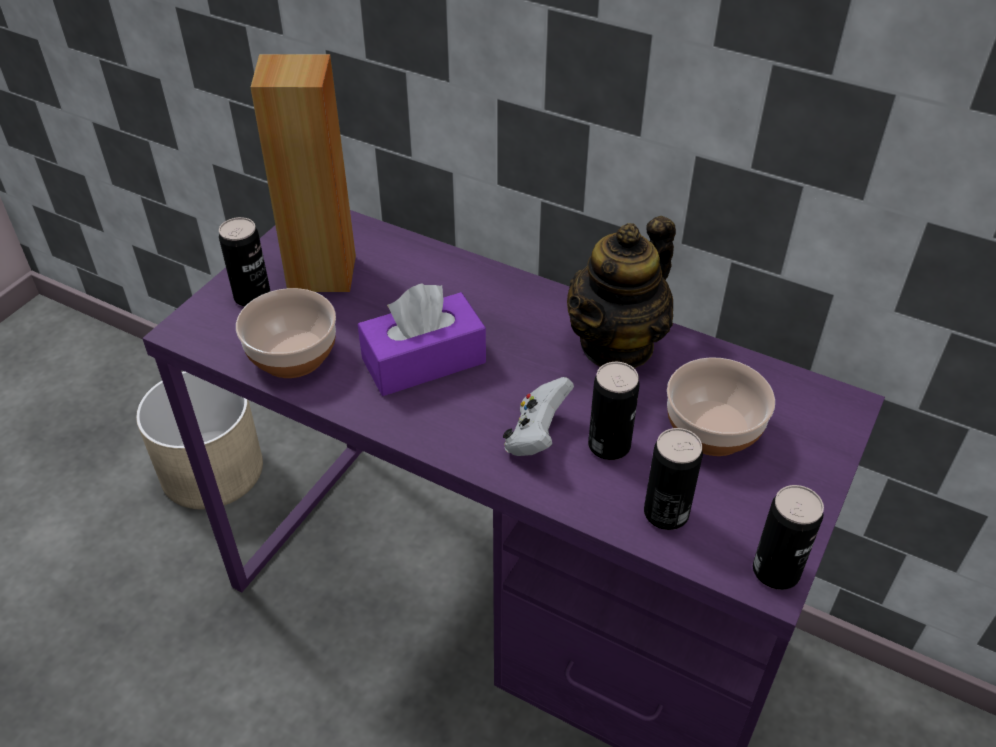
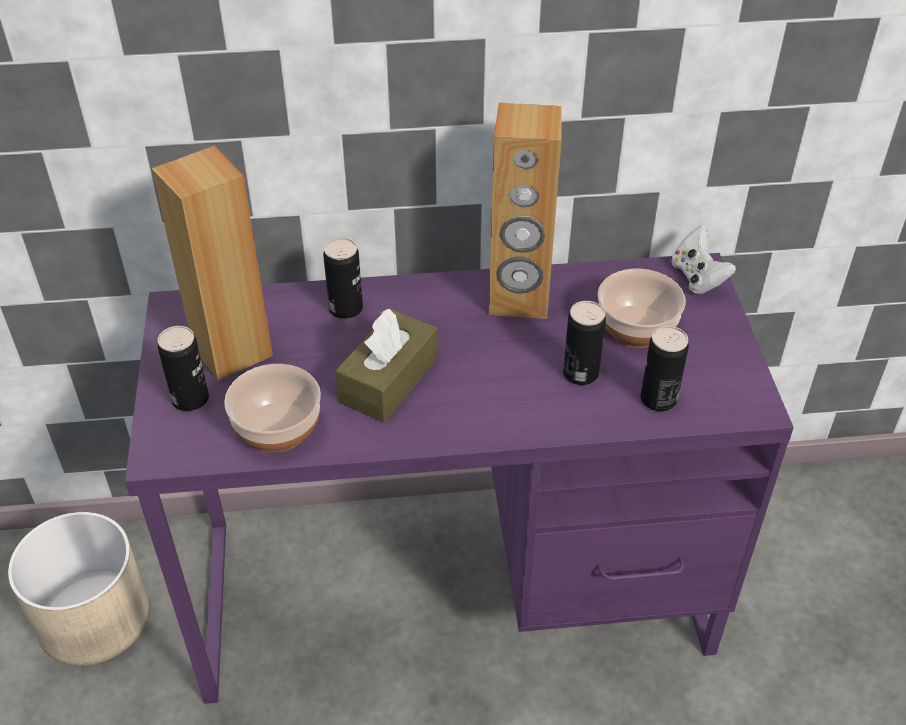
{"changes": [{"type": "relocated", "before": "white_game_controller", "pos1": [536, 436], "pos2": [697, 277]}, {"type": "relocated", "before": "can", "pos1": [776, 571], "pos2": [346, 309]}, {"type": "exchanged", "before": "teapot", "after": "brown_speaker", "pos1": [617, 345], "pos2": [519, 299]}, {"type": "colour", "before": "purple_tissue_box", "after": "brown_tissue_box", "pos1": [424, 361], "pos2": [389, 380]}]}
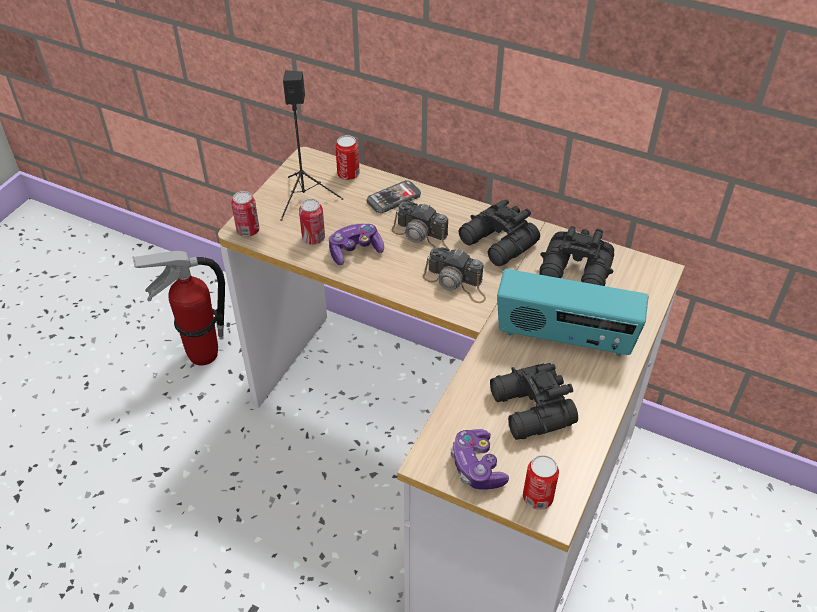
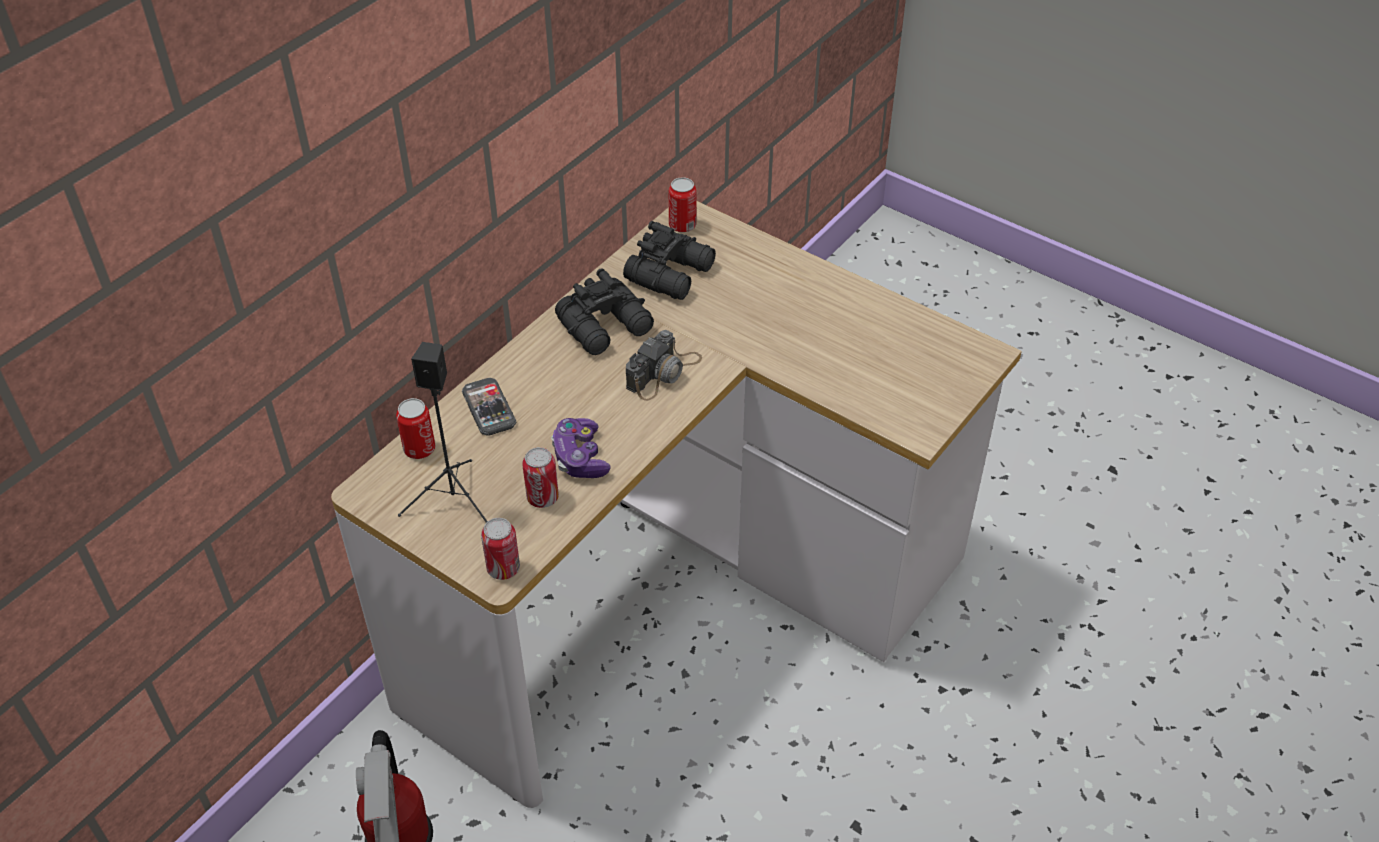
{"changes": [{"type": "missing", "before": "photo_camera", "pos1": [423, 236]}, {"type": "missing", "before": "game_controller", "pos1": [477, 466]}, {"type": "missing", "before": "black_binoculars", "pos1": [530, 410]}, {"type": "missing", "before": "radio", "pos1": [564, 337]}, {"type": "relocated", "before": "can", "pos1": [537, 497], "pos2": [682, 225]}]}
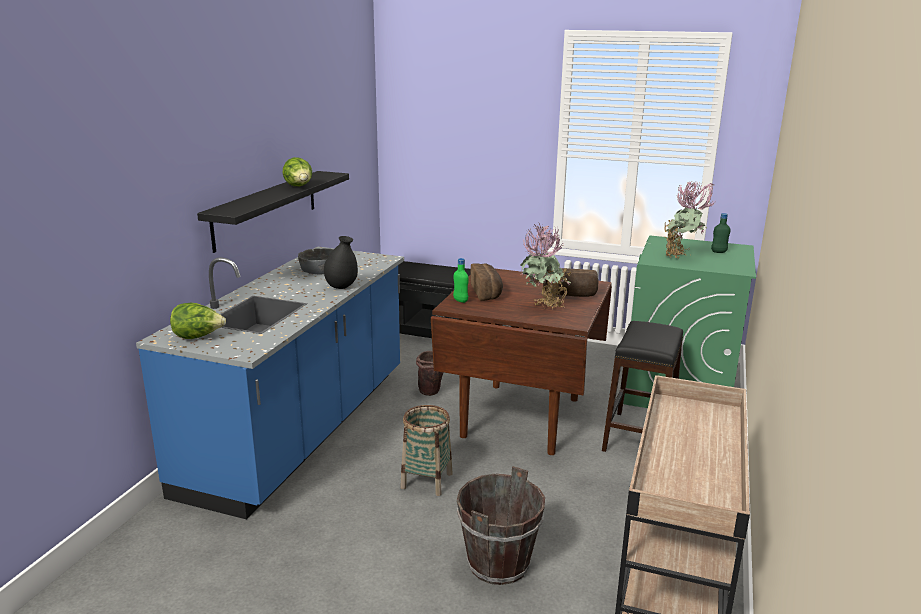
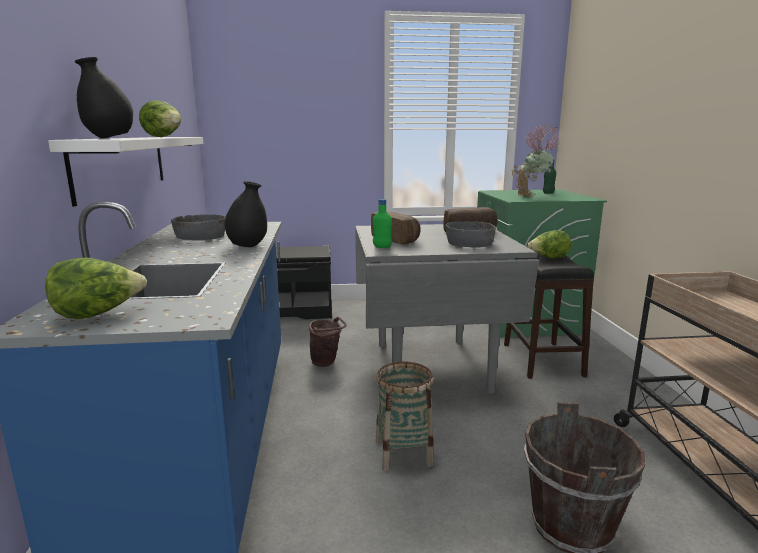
{"changes": [{"type": "appeared", "after": "black_vase", "pos2": [109, 138]}, {"type": "appeared", "after": "lettuce", "pos2": [548, 258]}, {"type": "exchanged", "before": "potted_plant", "after": "grey_bowl", "pos1": [544, 308], "pos2": [468, 243]}, {"type": "colour", "before": "black_shelf", "after": "white_shelf", "pos1": [266, 209], "pos2": [123, 164]}, {"type": "colour", "before": "brown_dining_table", "after": "grey_dining_table", "pos1": [520, 417], "pos2": [429, 366]}]}
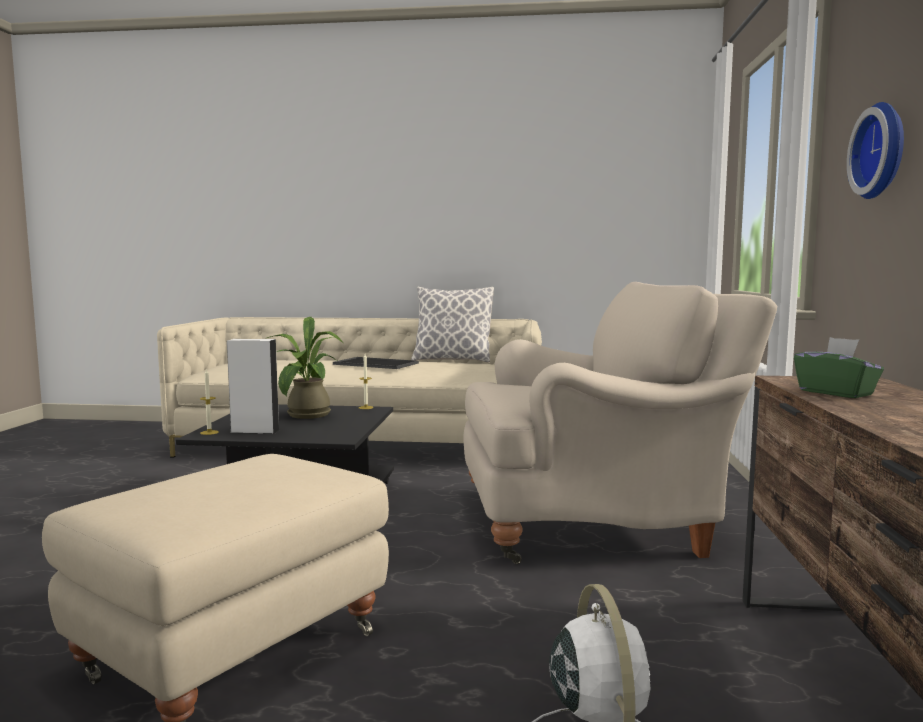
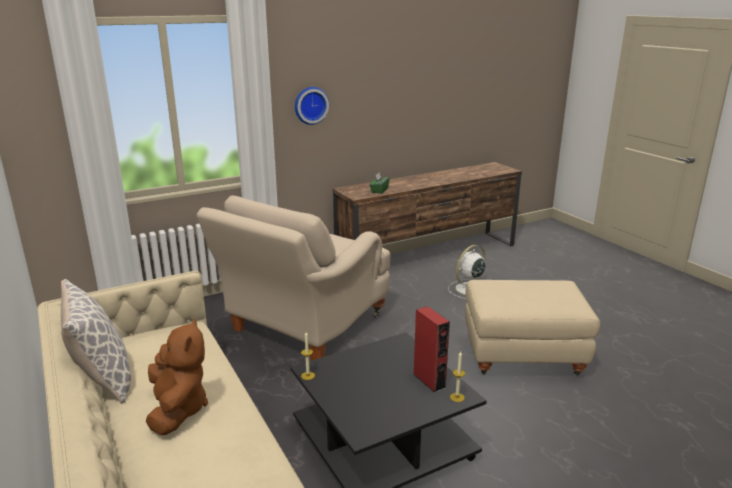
{"changes": [{"type": "missing", "before": "potted_plant", "pos1": [306, 416]}, {"type": "exchanged", "before": "tray", "after": "brown_plush_toy", "pos1": [374, 364], "pos2": [178, 410]}, {"type": "colour", "before": "white_speaker", "after": "red_speaker", "pos1": [255, 431], "pos2": [429, 381]}, {"type": "spun", "before": "beige_armchair", "pos1": [595, 523], "pos2": [303, 326], "turn": -105}]}
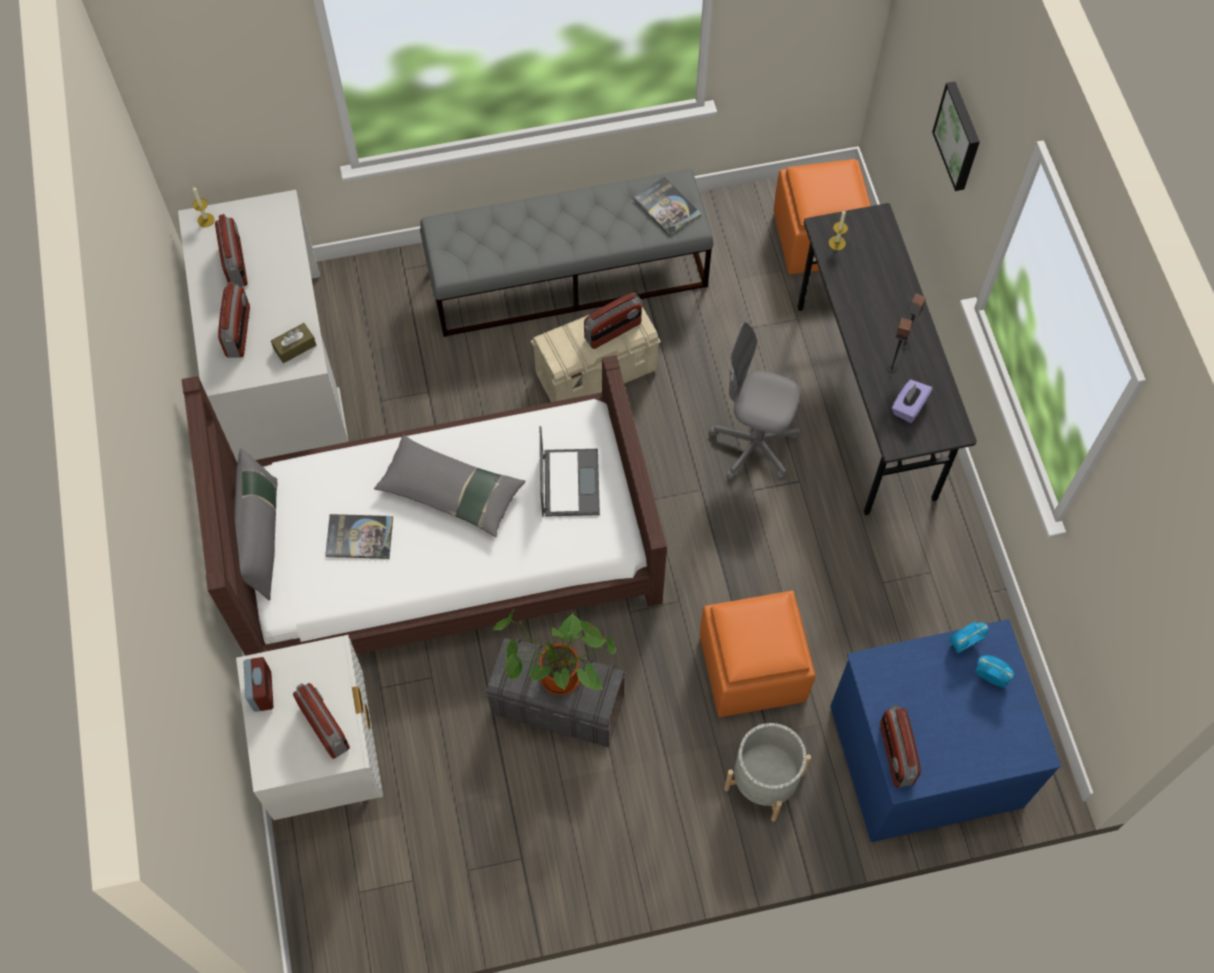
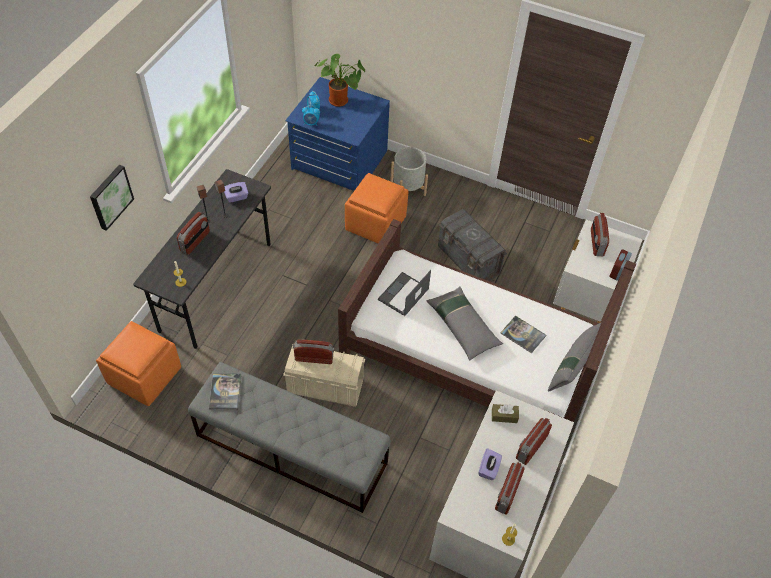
{"changes": [{"type": "missing", "before": "grey_office_chair", "pos1": [754, 446]}, {"type": "appeared", "after": "purple_tissue_box", "pos2": [488, 469]}, {"type": "relocated", "before": "potted_plant", "pos1": [555, 679], "pos2": [341, 101]}, {"type": "relocated", "before": "radio", "pos1": [895, 754], "pos2": [195, 241]}]}
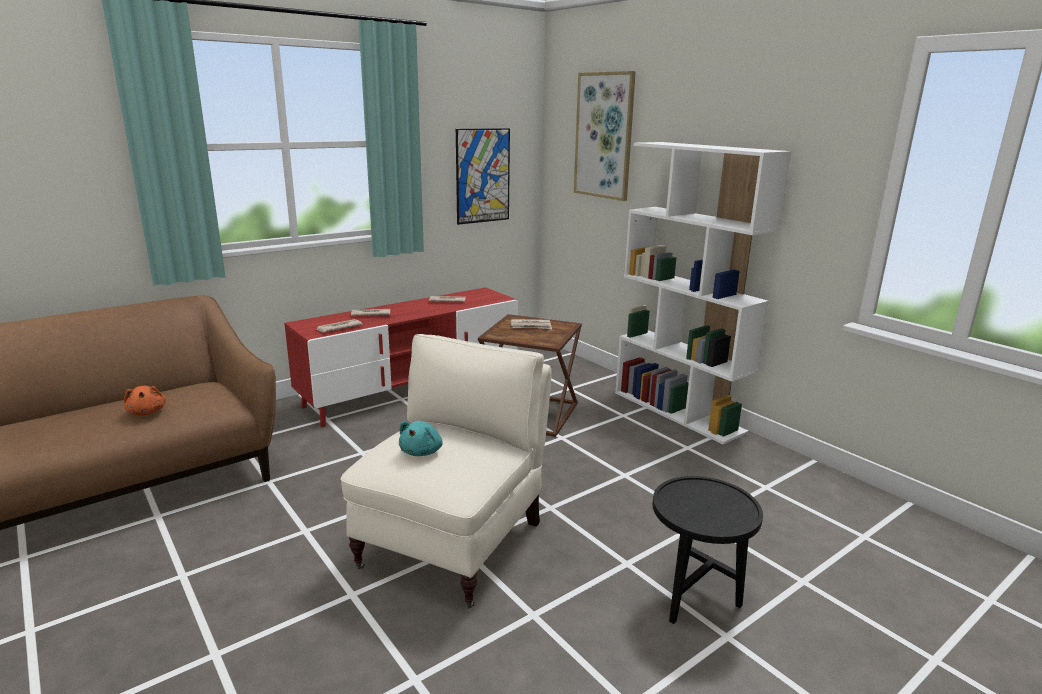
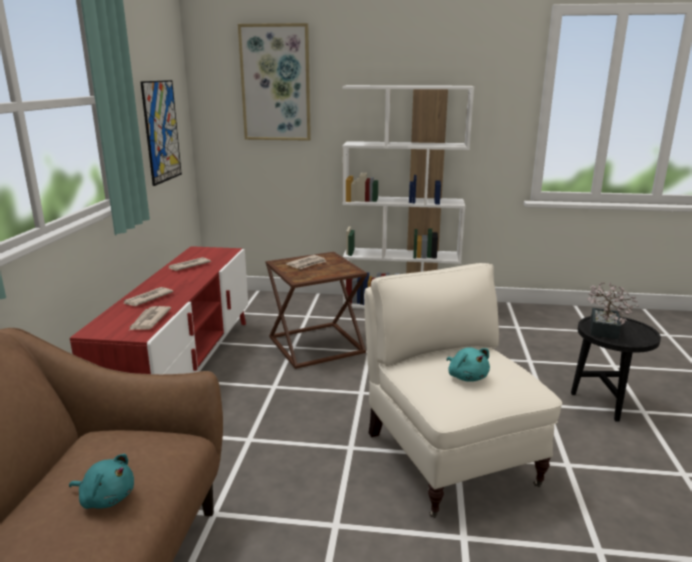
{"changes": [{"type": "appeared", "after": "potted_plant", "pos2": [603, 331]}, {"type": "colour", "before": "orange_plush_toy", "after": "turquoise_plush_toy", "pos1": [147, 412], "pos2": [106, 497]}]}
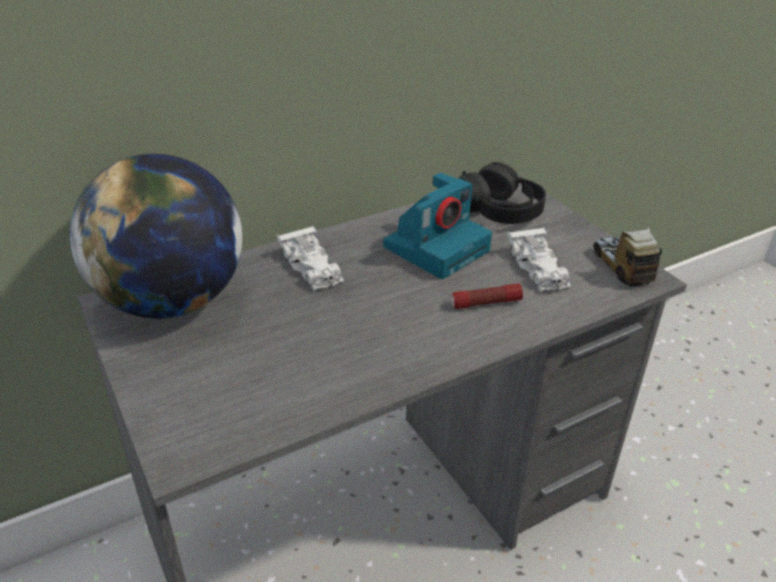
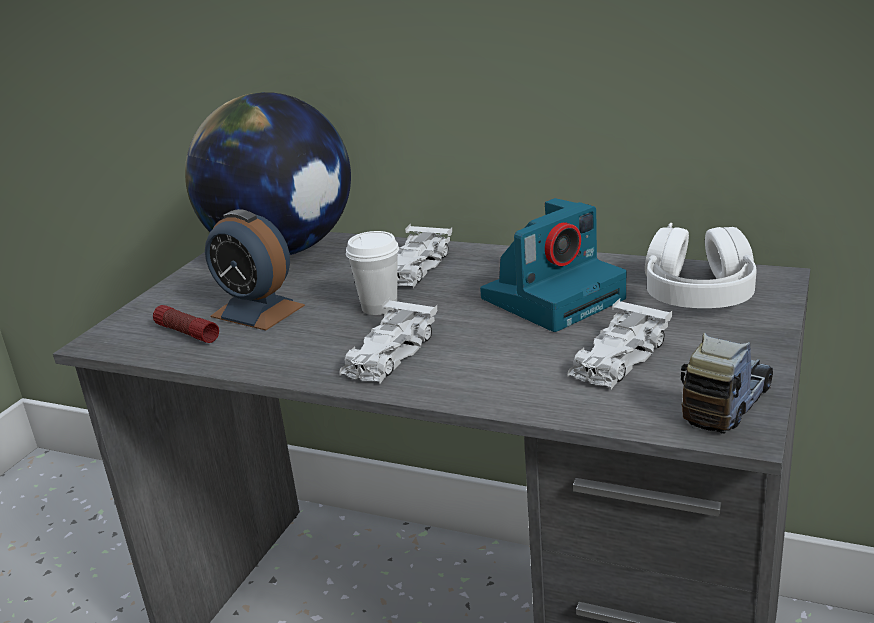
{"changes": [{"type": "appeared", "after": "alarm_clock", "pos2": [257, 311]}, {"type": "appeared", "after": "white_toy_car", "pos2": [388, 355]}, {"type": "appeared", "after": "white_cup", "pos2": [379, 307]}, {"type": "relocated", "before": "flashlight", "pos1": [486, 303], "pos2": [186, 333]}, {"type": "colour", "before": "black_headphones", "after": "white_headphones", "pos1": [500, 211], "pos2": [698, 293]}, {"type": "spun", "before": "photo_camera", "pos1": [437, 247], "pos2": [554, 297], "turn": -45}]}
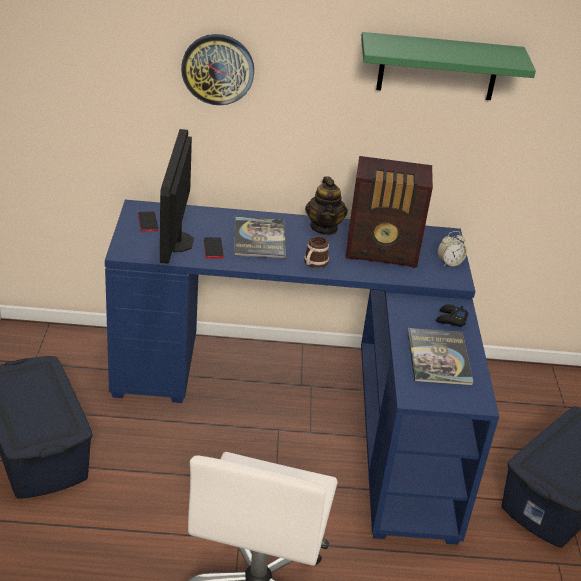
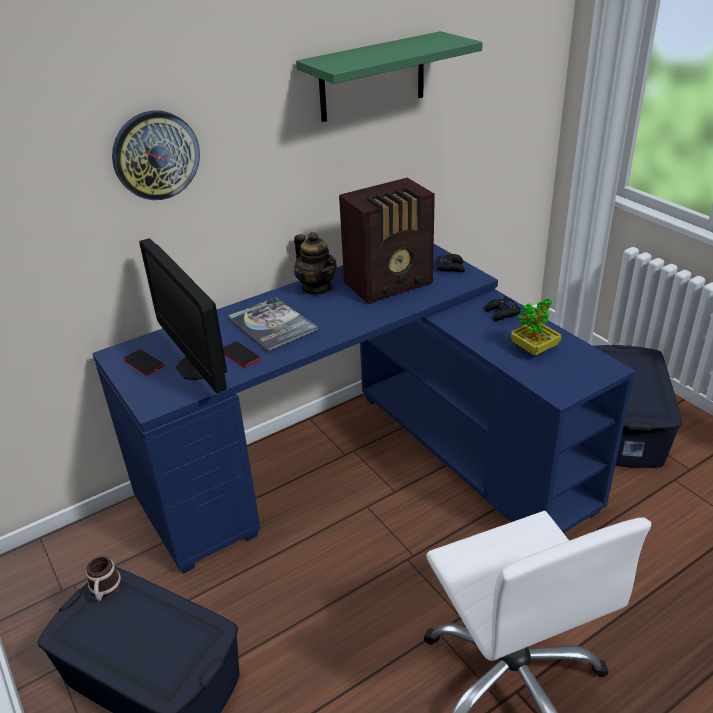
{"changes": [{"type": "relocated", "before": "mug", "pos1": [314, 263], "pos2": [105, 590]}, {"type": "exchanged", "before": "book", "after": "potted_plant", "pos1": [438, 357], "pos2": [534, 349]}, {"type": "exchanged", "before": "alarm_clock", "after": "black_game_controller", "pos1": [449, 263], "pos2": [450, 267]}]}
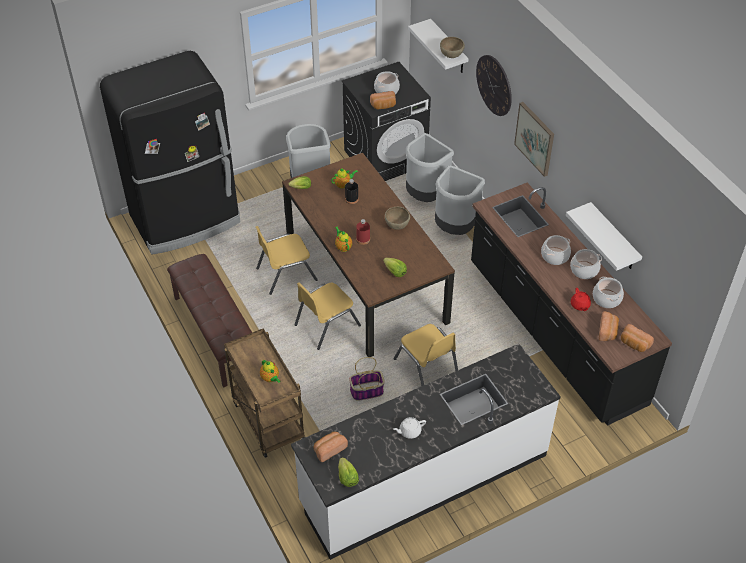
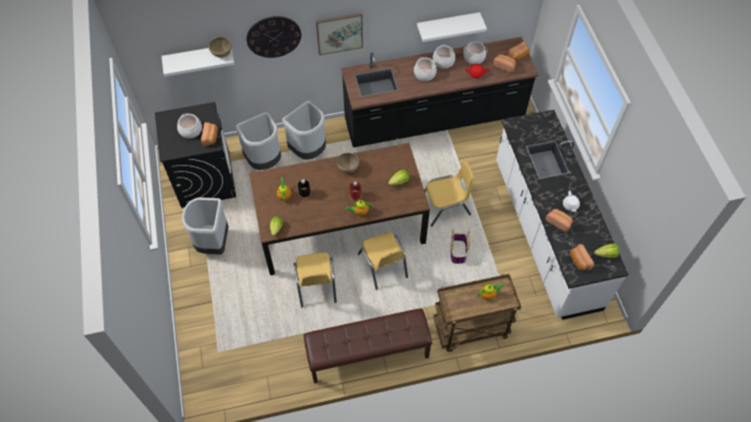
{"changes": [{"type": "missing", "before": "black_fridge", "pos1": [186, 219]}, {"type": "appeared", "after": "bread", "pos2": [558, 222]}]}
